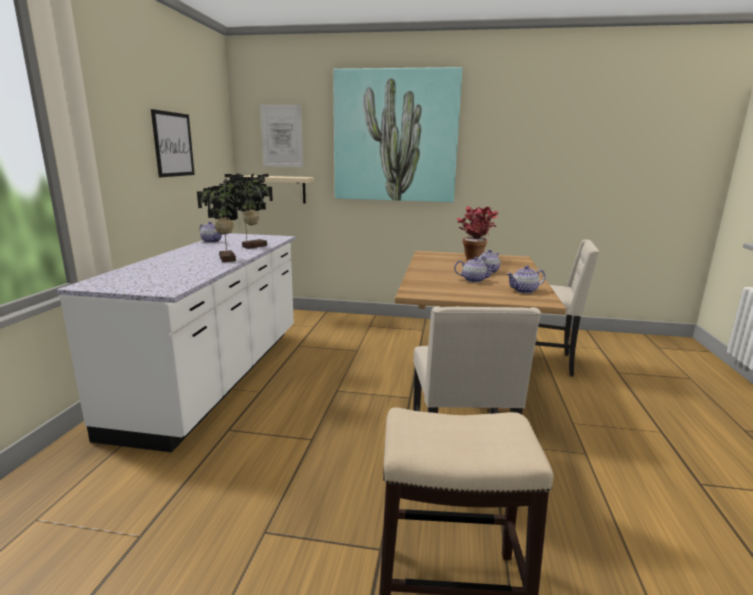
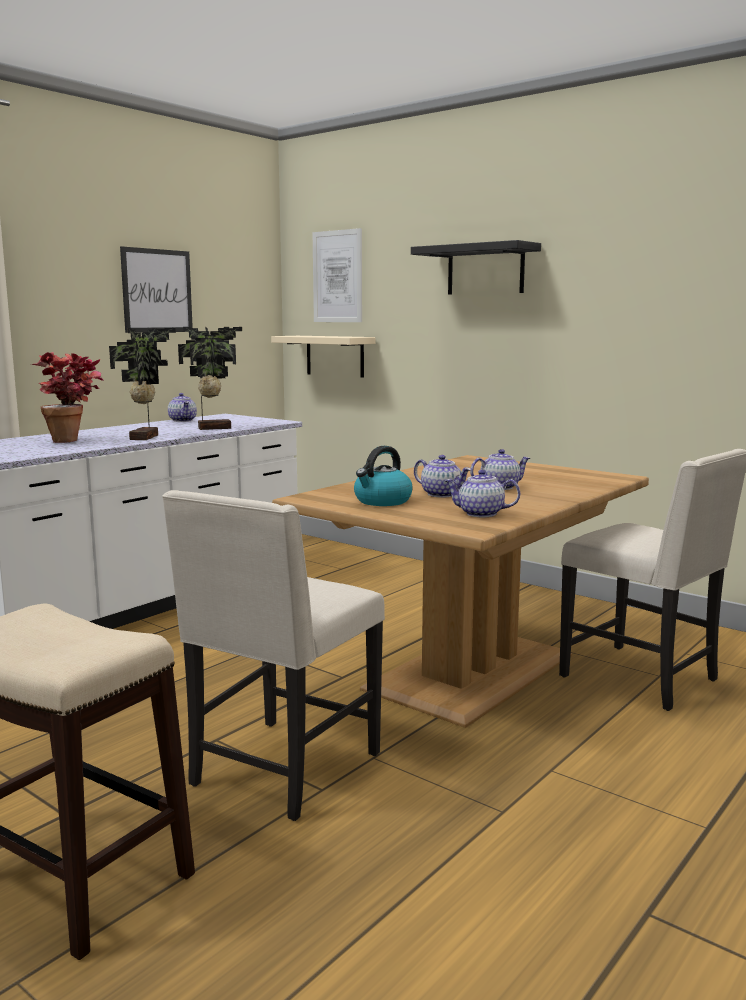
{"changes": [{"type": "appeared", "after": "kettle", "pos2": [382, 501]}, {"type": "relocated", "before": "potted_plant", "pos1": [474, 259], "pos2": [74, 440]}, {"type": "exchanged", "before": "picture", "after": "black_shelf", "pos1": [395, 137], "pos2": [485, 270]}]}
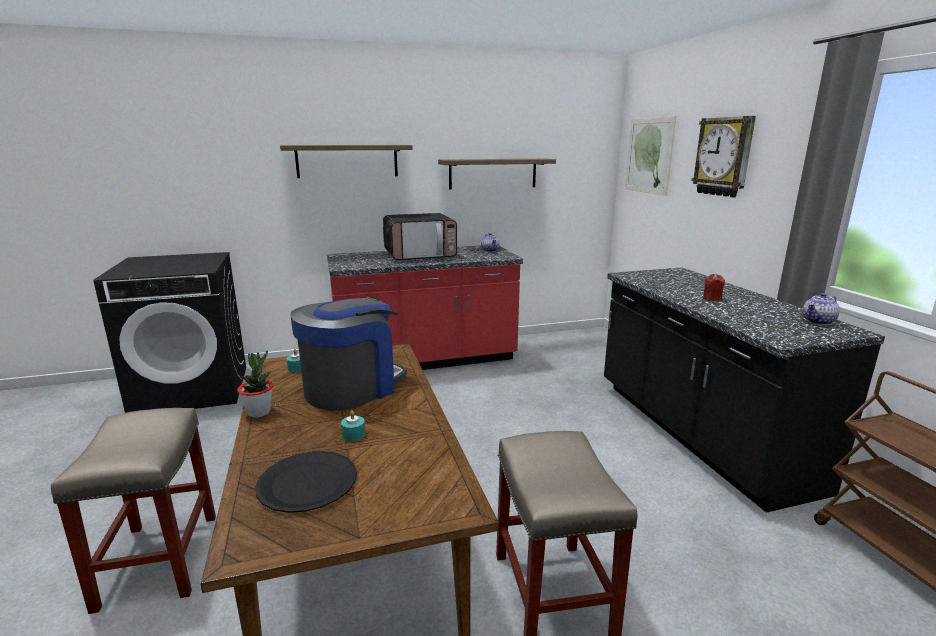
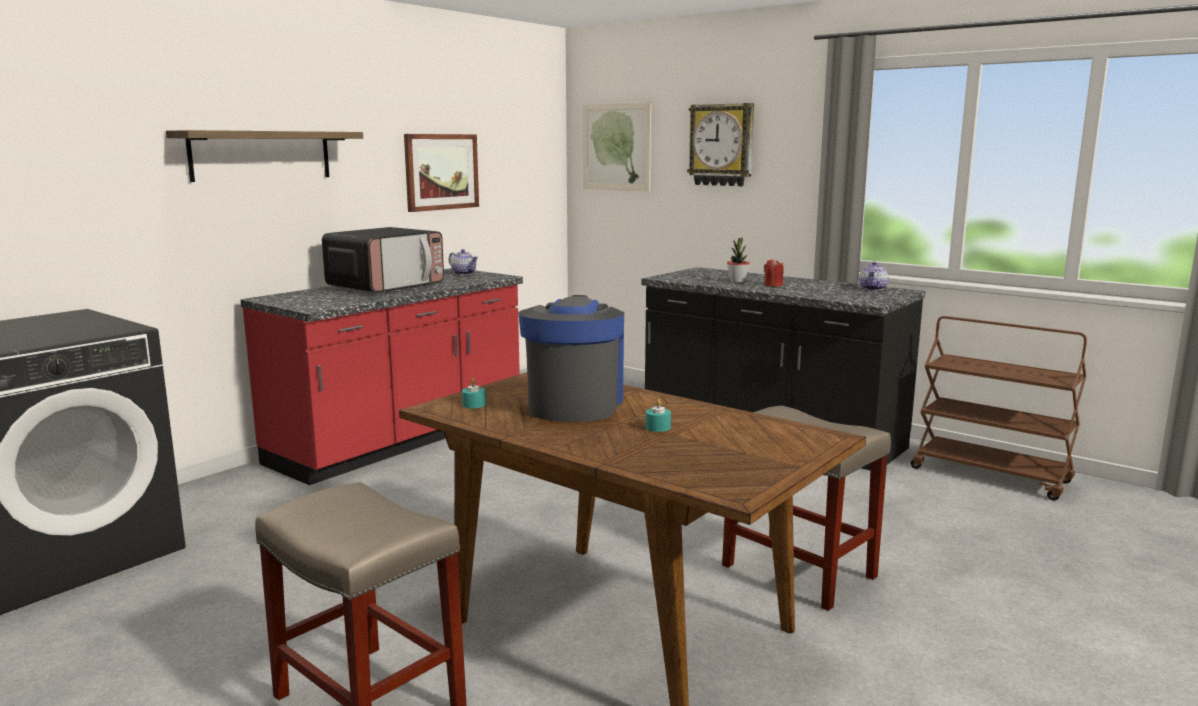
{"changes": [{"type": "missing", "before": "black_plate", "pos1": [307, 483]}, {"type": "relocated", "before": "potted_plant", "pos1": [259, 412], "pos2": [737, 281]}, {"type": "exchanged", "before": "shelf", "after": "picture", "pos1": [493, 173], "pos2": [441, 172]}]}
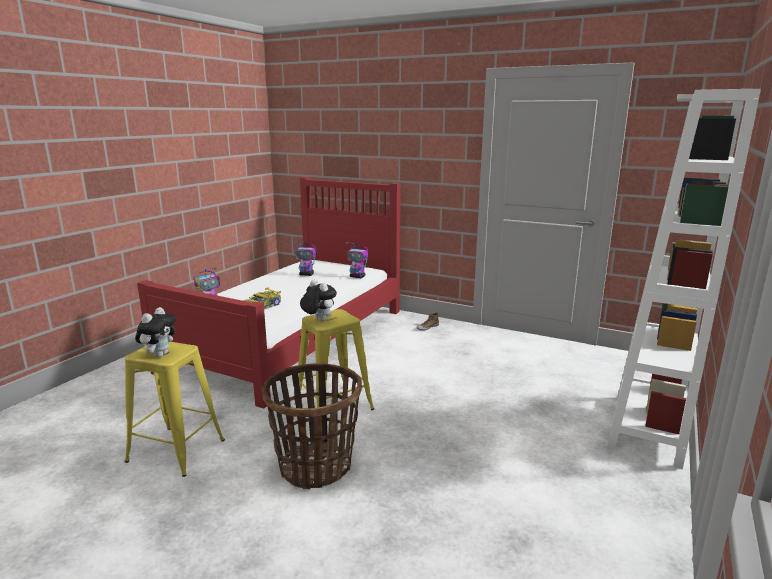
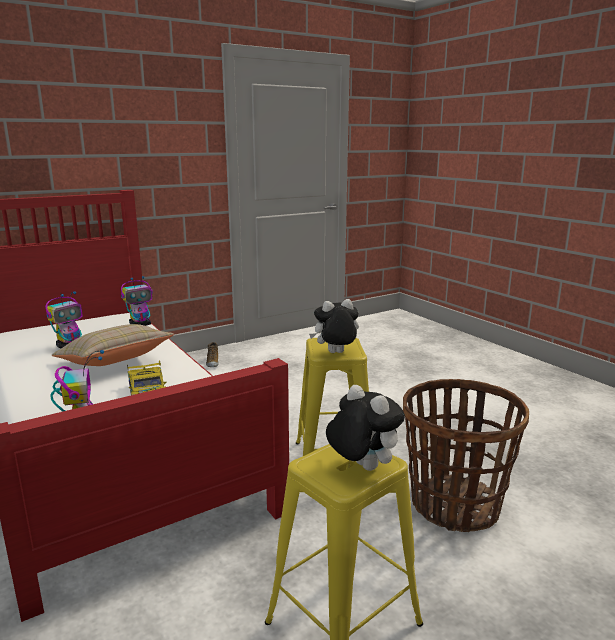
{"changes": [{"type": "missing", "before": "white_bookcase", "pos1": [646, 429]}, {"type": "appeared", "after": "beige_pillow", "pos2": [114, 363]}]}
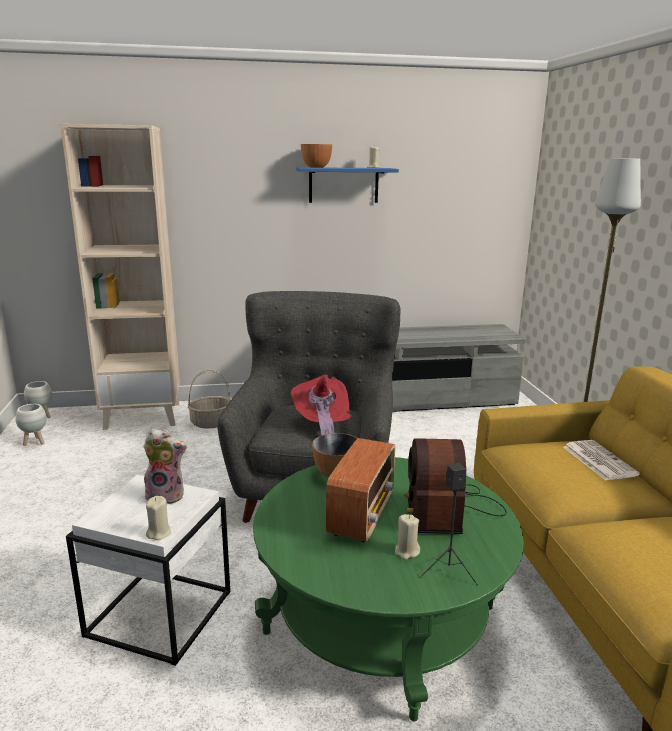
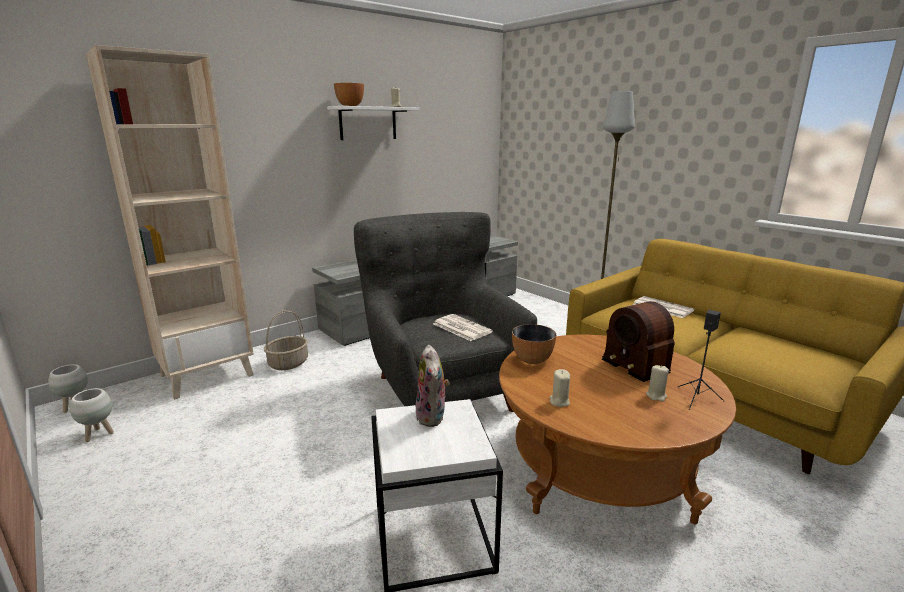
{"changes": [{"type": "missing", "before": "radio", "pos1": [362, 515]}, {"type": "relocated", "before": "beige_candle", "pos1": [159, 533], "pos2": [559, 401]}, {"type": "exchanged", "before": "red_hat", "after": "newspaper", "pos1": [322, 424], "pos2": [460, 328]}, {"type": "colour", "before": "green_coffee_table", "after": "brown_coffee_table", "pos1": [381, 620], "pos2": [600, 466]}, {"type": "colour", "before": "blue_shelf", "after": "white_shelf", "pos1": [343, 185], "pos2": [368, 123]}, {"type": "spun", "before": "plush_toy", "pos1": [167, 495], "pos2": [433, 417], "turn": 105}]}
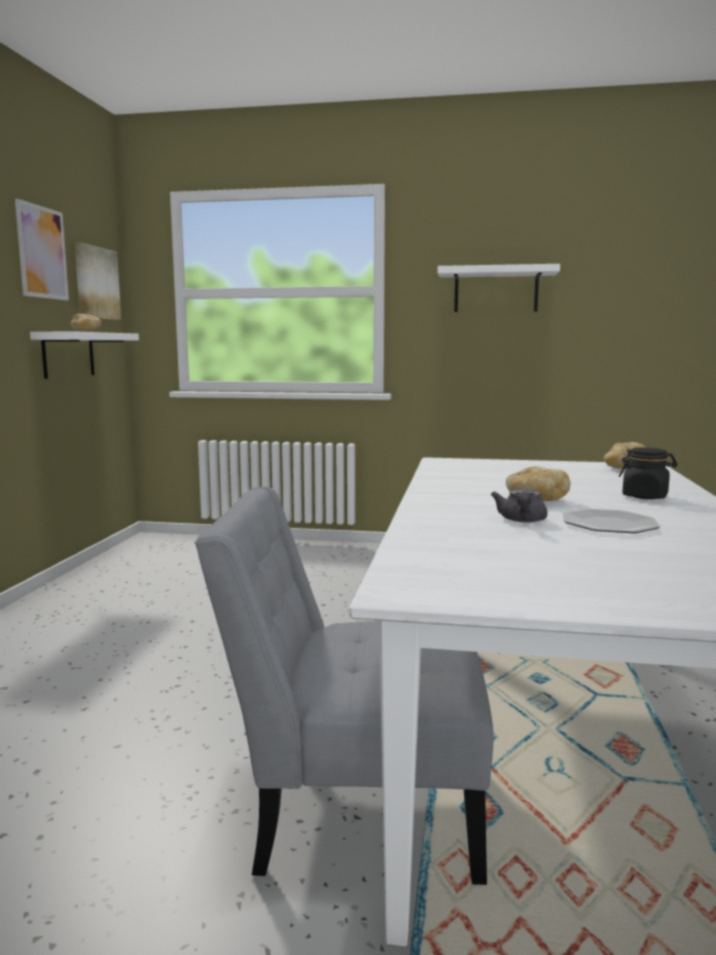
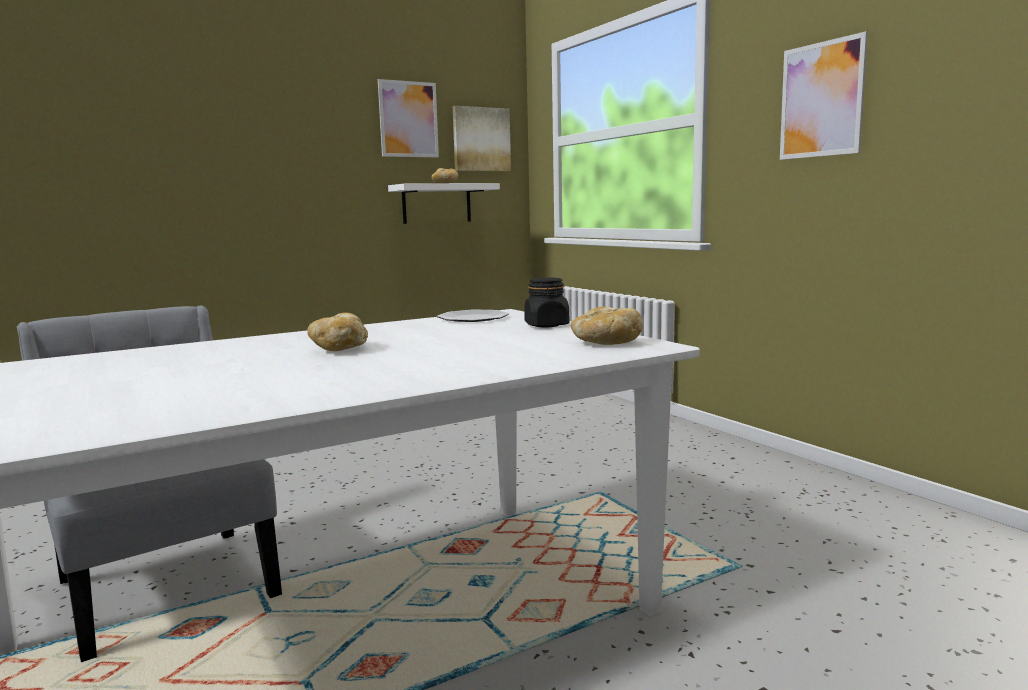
{"changes": [{"type": "missing", "before": "grey_teapot", "pos1": [521, 521]}, {"type": "relocated", "before": "plate", "pos1": [609, 524], "pos2": [473, 318]}, {"type": "relocated", "before": "black_jar", "pos1": [645, 496], "pos2": [547, 325]}, {"type": "exchanged", "before": "white_shelf", "after": "picture", "pos1": [496, 290], "pos2": [821, 100]}]}
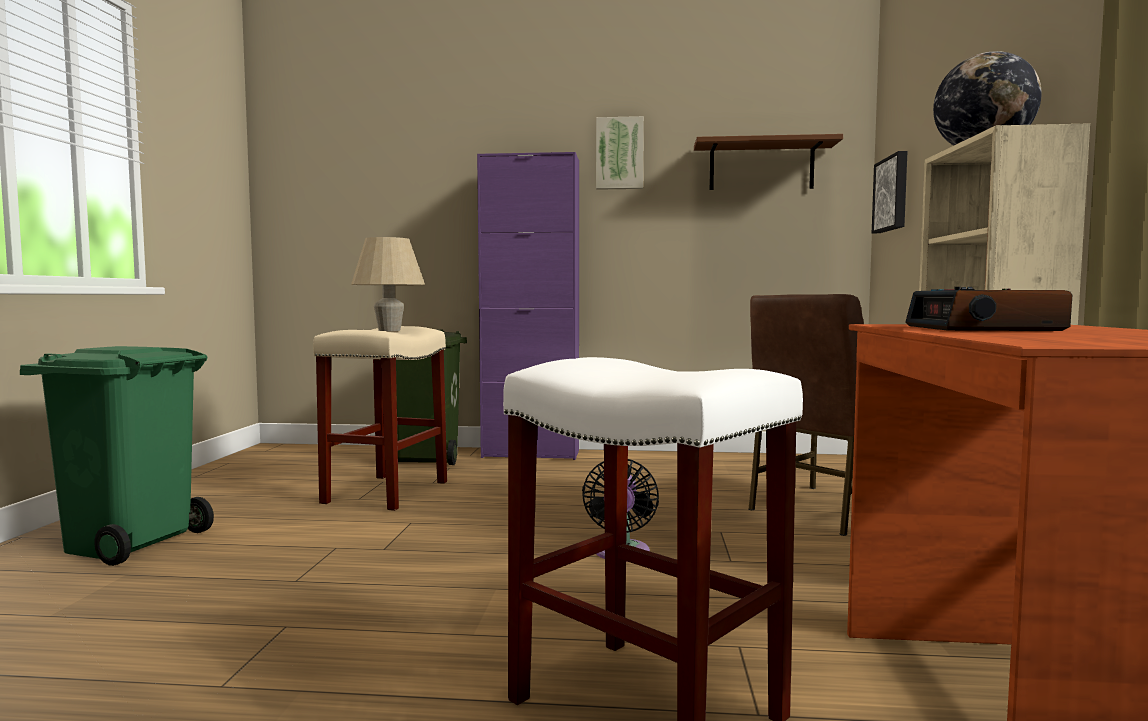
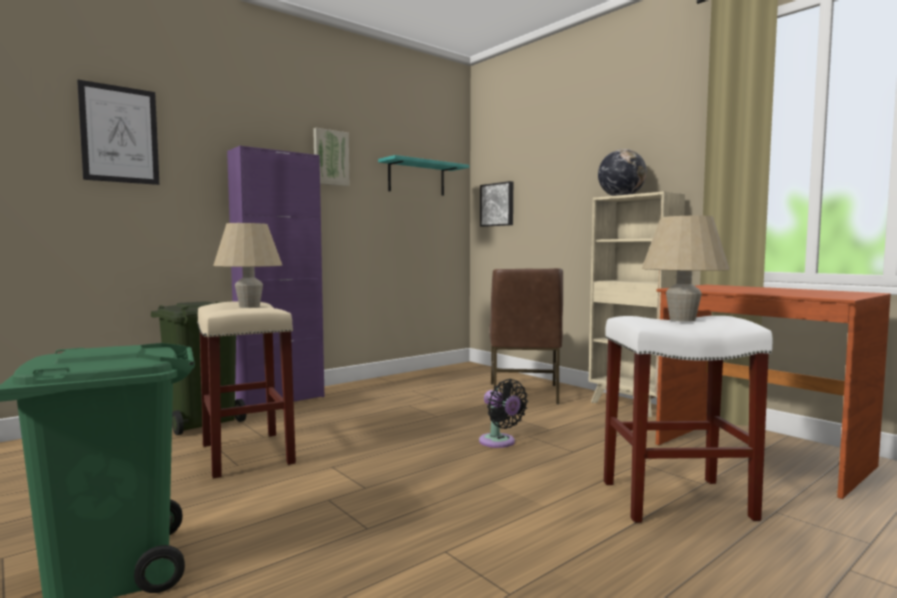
{"changes": [{"type": "missing", "before": "alarm_clock", "pos1": [983, 328]}, {"type": "appeared", "after": "picture", "pos2": [120, 134]}, {"type": "appeared", "after": "beige_table_lamp", "pos2": [682, 320]}, {"type": "colour", "before": "brown_shelf", "after": "turquoise_shelf", "pos1": [761, 166], "pos2": [416, 178]}]}
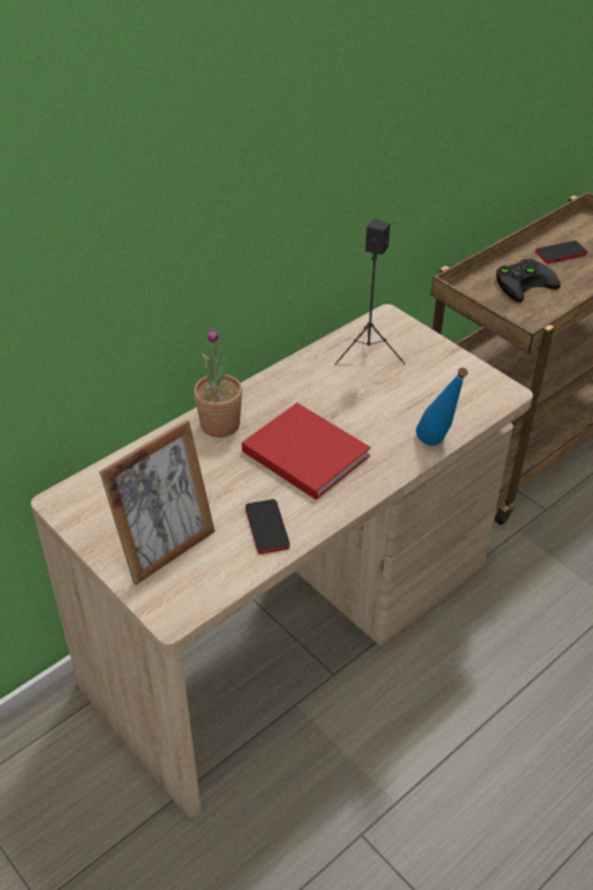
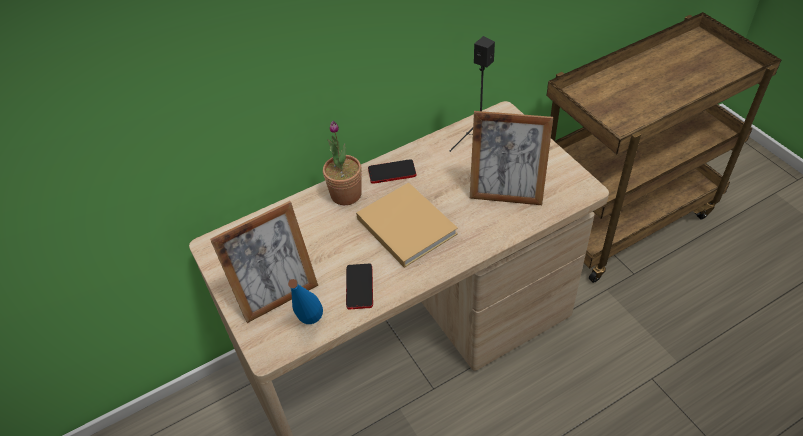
{"changes": [{"type": "missing", "before": "black_game_controller", "pos1": [524, 282]}, {"type": "appeared", "after": "picture_frame", "pos2": [506, 194]}, {"type": "relocated", "before": "blue_bottle", "pos1": [437, 448], "pos2": [310, 327]}, {"type": "relocated", "before": "phone", "pos1": [561, 253], "pos2": [392, 172]}, {"type": "colour", "before": "red_book", "after": "beige_book", "pos1": [303, 451], "pos2": [404, 224]}]}
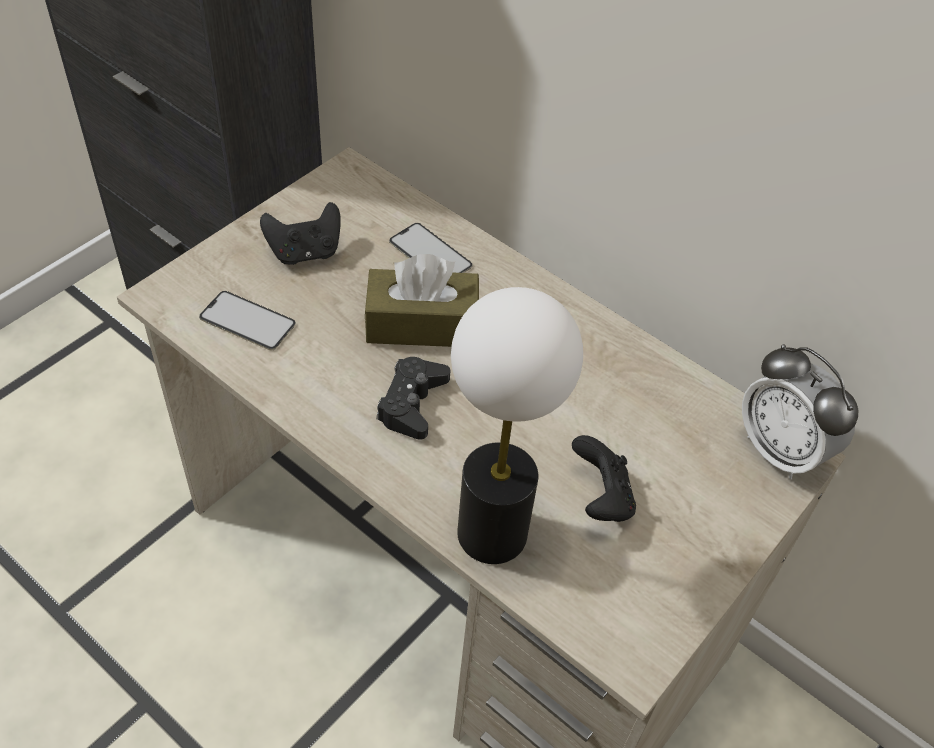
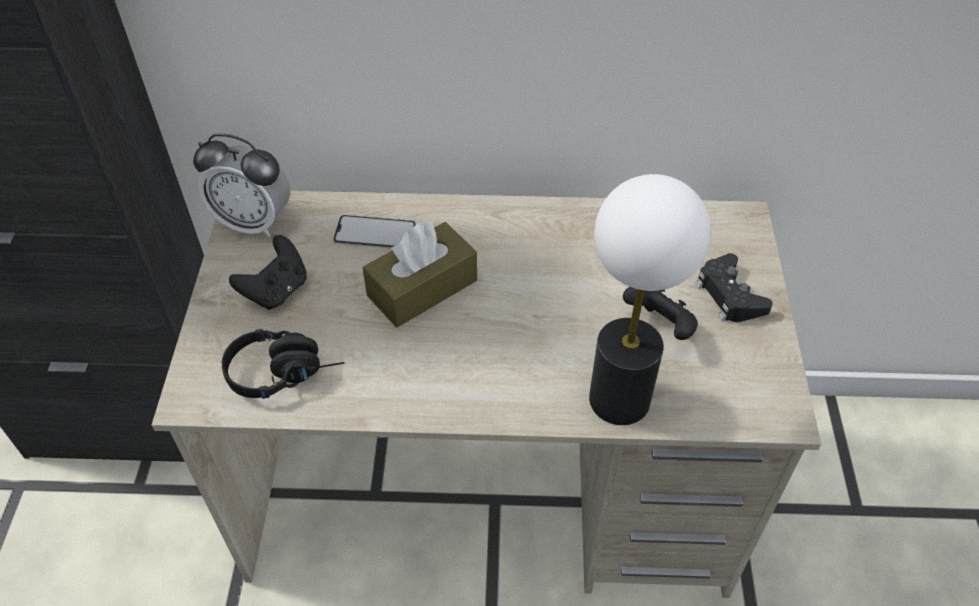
{"changes": [{"type": "relocated", "before": "black_game_controller", "pos1": [412, 403], "pos2": [729, 295]}, {"type": "relocated", "before": "alarm_clock", "pos1": [780, 450], "pos2": [253, 222]}, {"type": "exchanged", "before": "phone", "after": "black_headphones", "pos1": [247, 321], "pos2": [286, 371]}]}
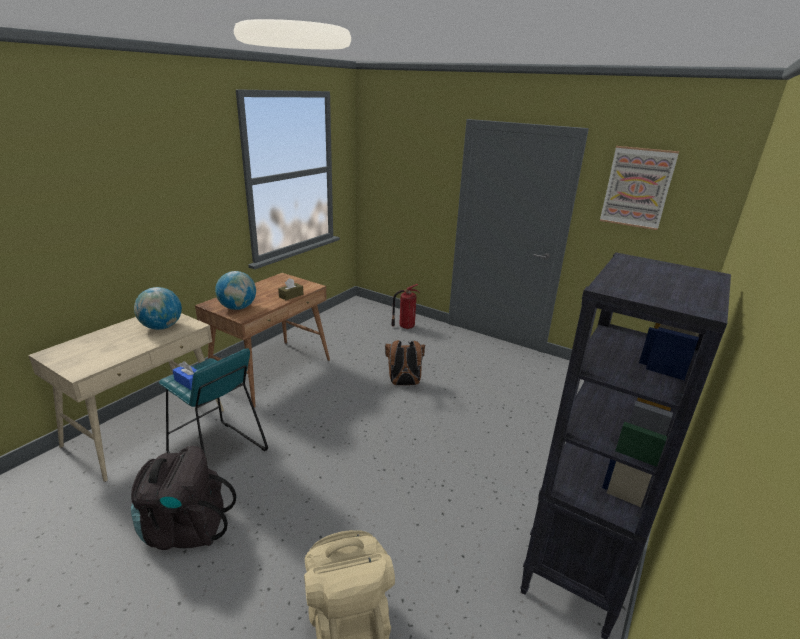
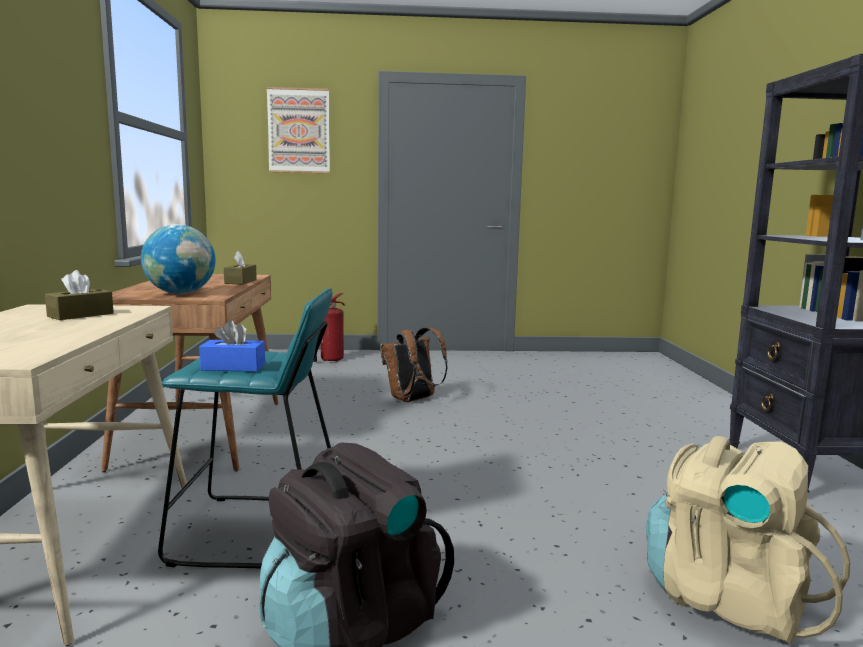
{"changes": [{"type": "relocated", "before": "picture", "pos1": [637, 187], "pos2": [299, 131]}, {"type": "exchanged", "before": "globe", "after": "brown_tissue_box", "pos1": [161, 327], "pos2": [80, 315]}]}
